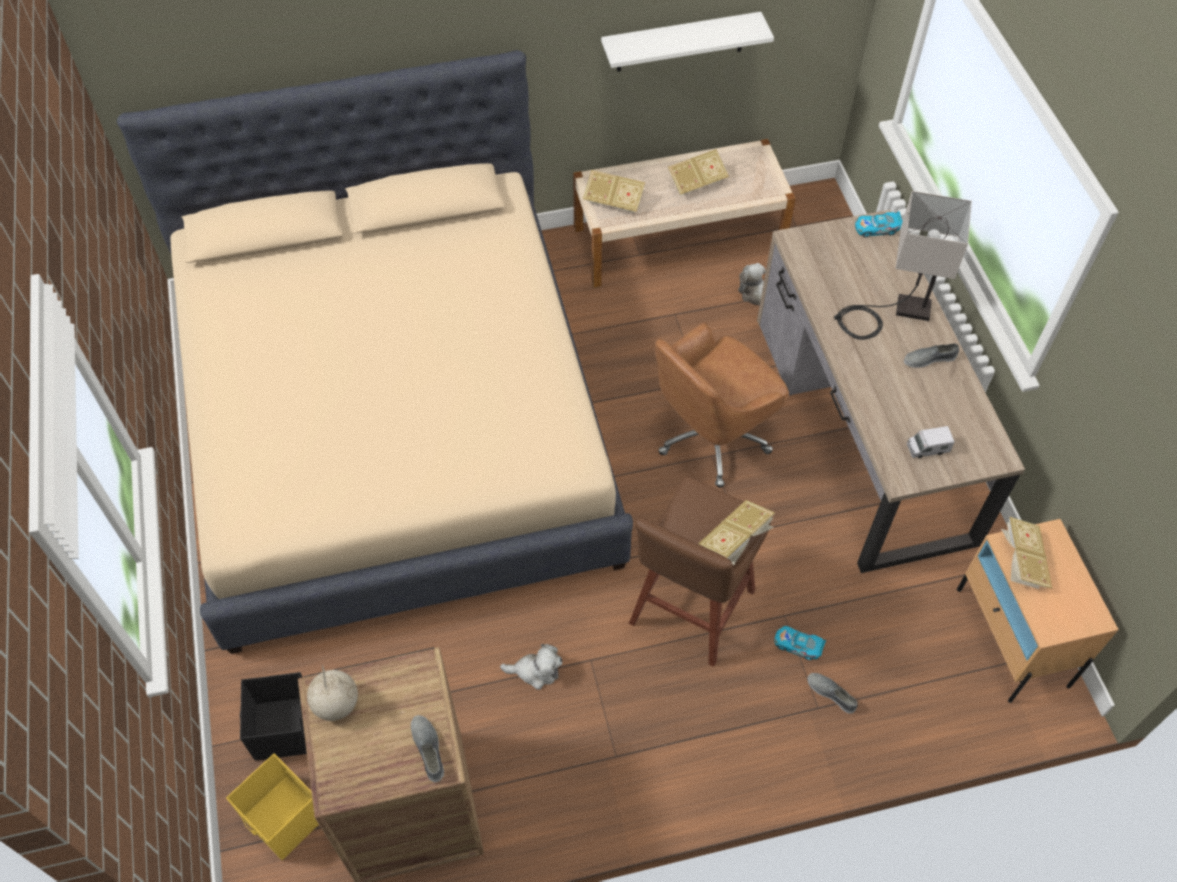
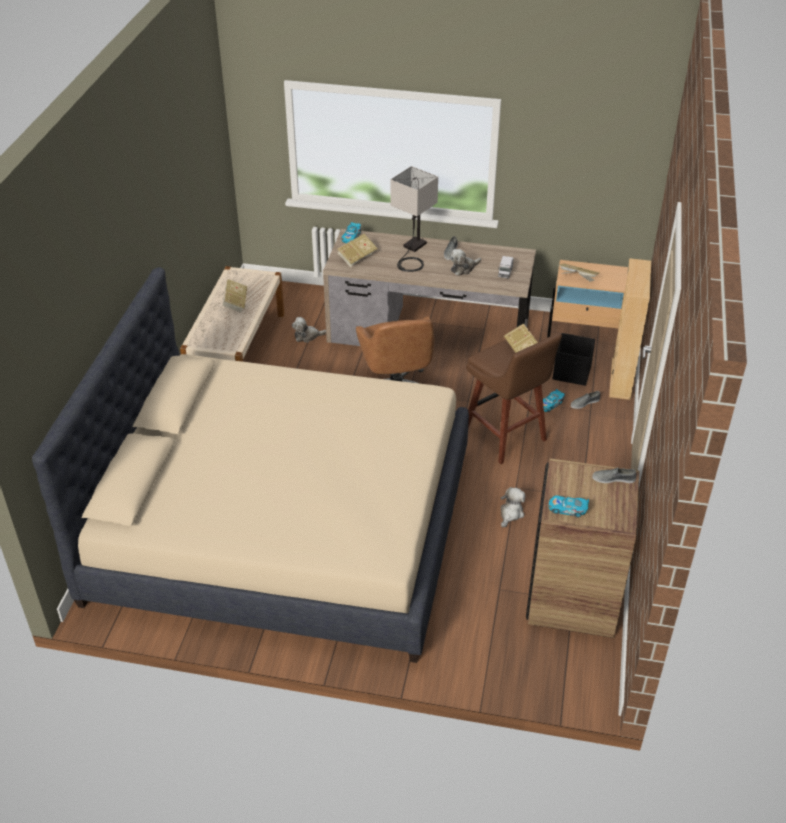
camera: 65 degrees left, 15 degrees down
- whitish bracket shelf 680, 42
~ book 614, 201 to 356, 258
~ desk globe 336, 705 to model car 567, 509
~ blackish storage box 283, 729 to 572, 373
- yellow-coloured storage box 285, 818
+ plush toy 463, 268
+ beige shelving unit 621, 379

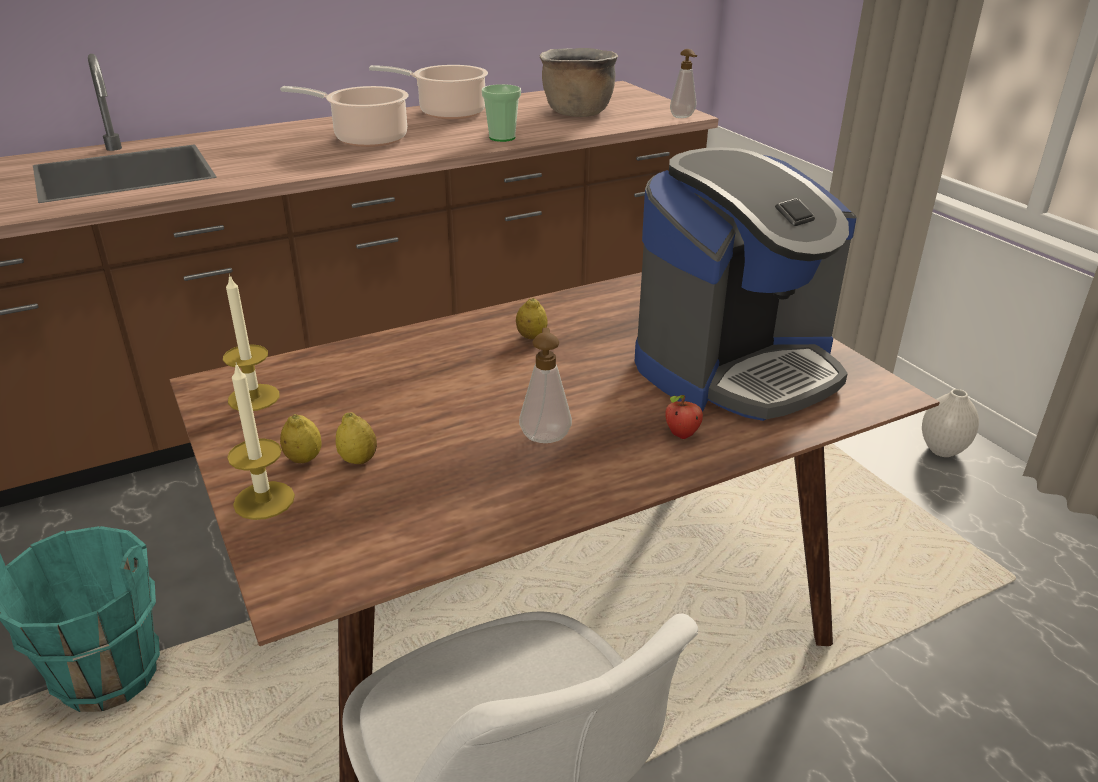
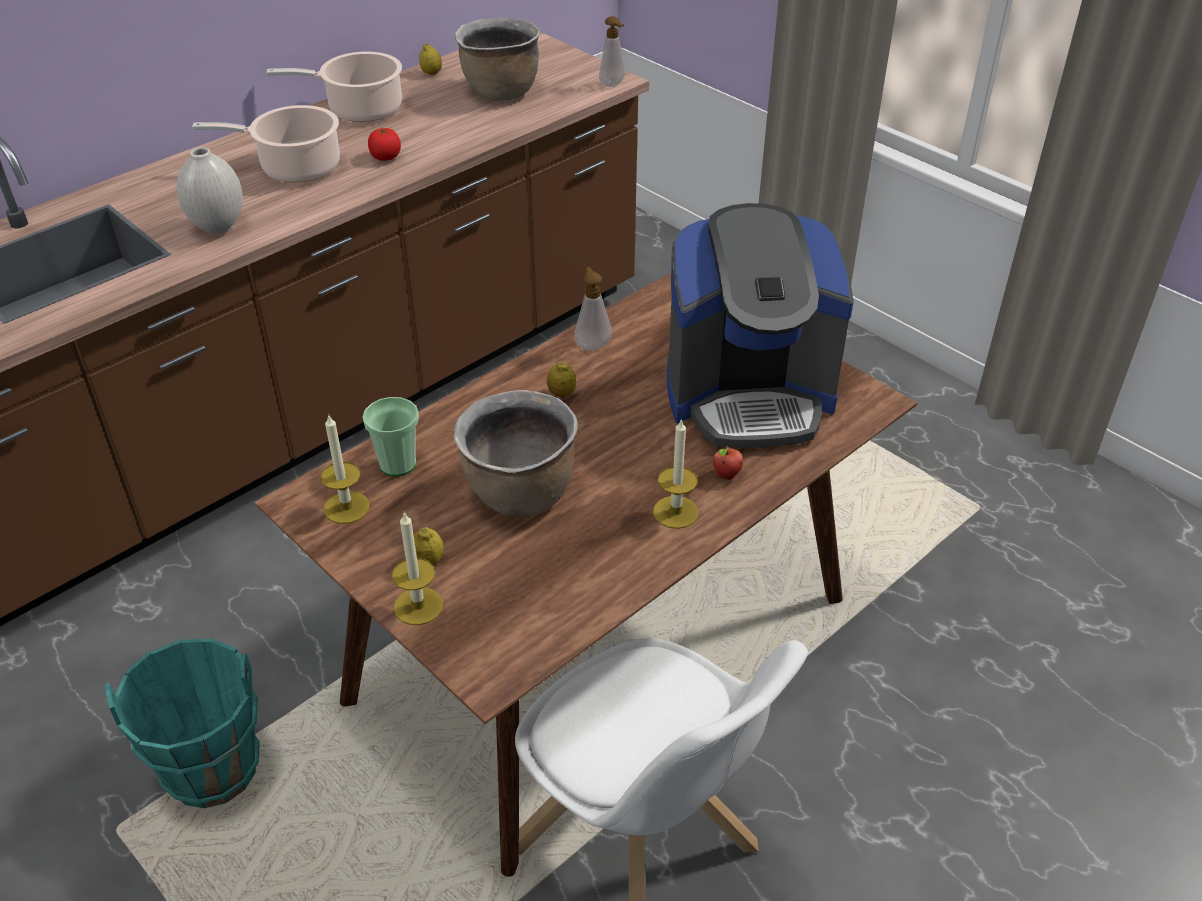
camera: 15 degrees left, 10 degrees up
~ drinking cup 502, 137 to 398, 464
~ coffee machine 736, 367 = 749, 395 45 degrees clockwise
~ soap dispenser 545, 436 to 592, 344
~ whitish decorative vase 941, 450 to 217, 226
~ whole lemon 358, 460 to 431, 73
+ fresh tomato 385, 157
+ brown saucepot 519, 493
+ wax candle 675, 512

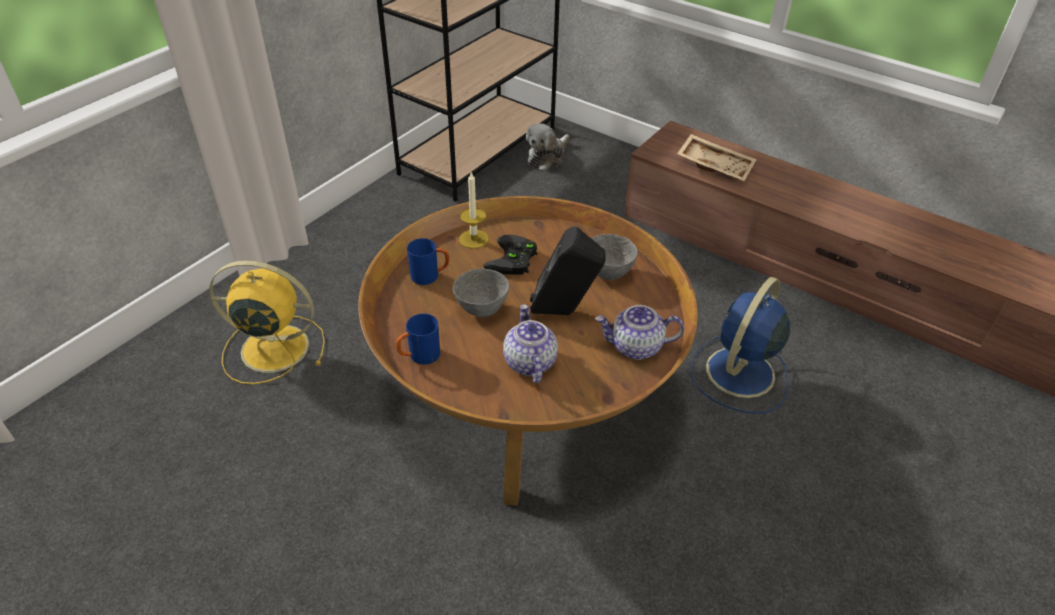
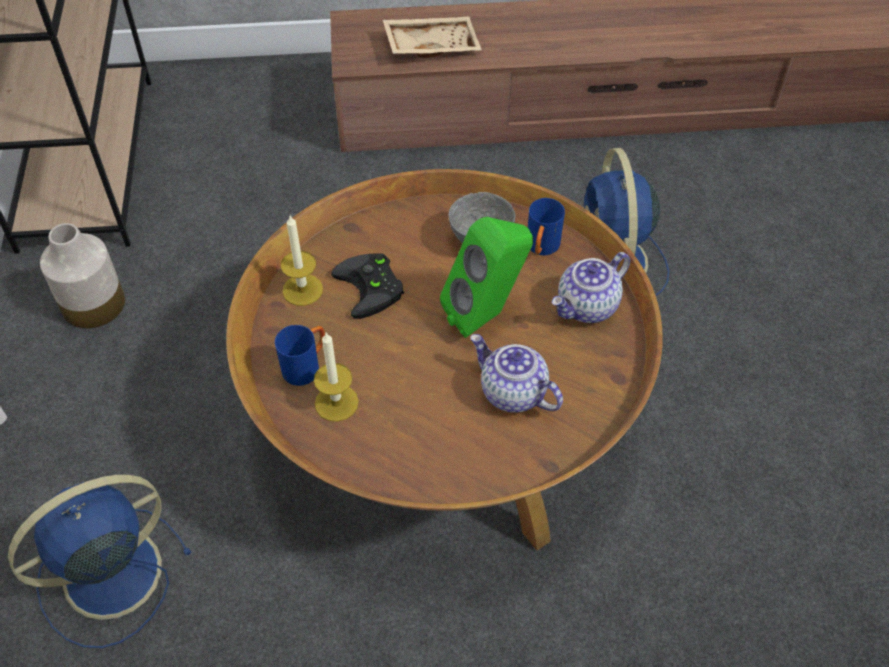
camera: 40 degrees left, 10 degrees up
- plush toy 547, 157
~ blackish speaker 564, 312 to green-coloured speaker 486, 314
~ yellow-coloured electric fan 272, 348 to blue electric fan 108, 575
- grey bowl 482, 310
~ blue mug 419, 357 to 541, 248
+ beige decorative vase 93, 302
+ wax candle 336, 403

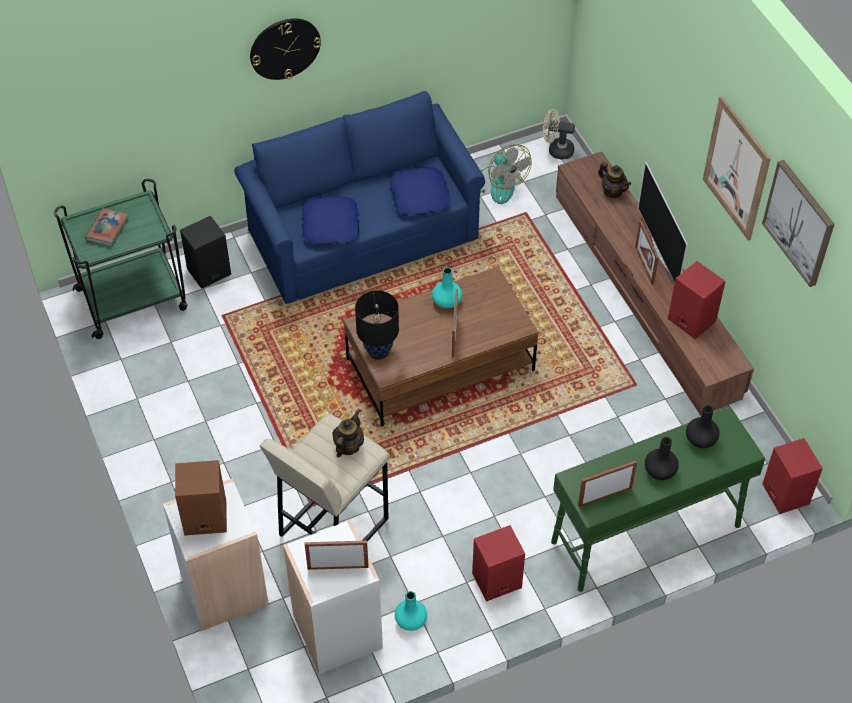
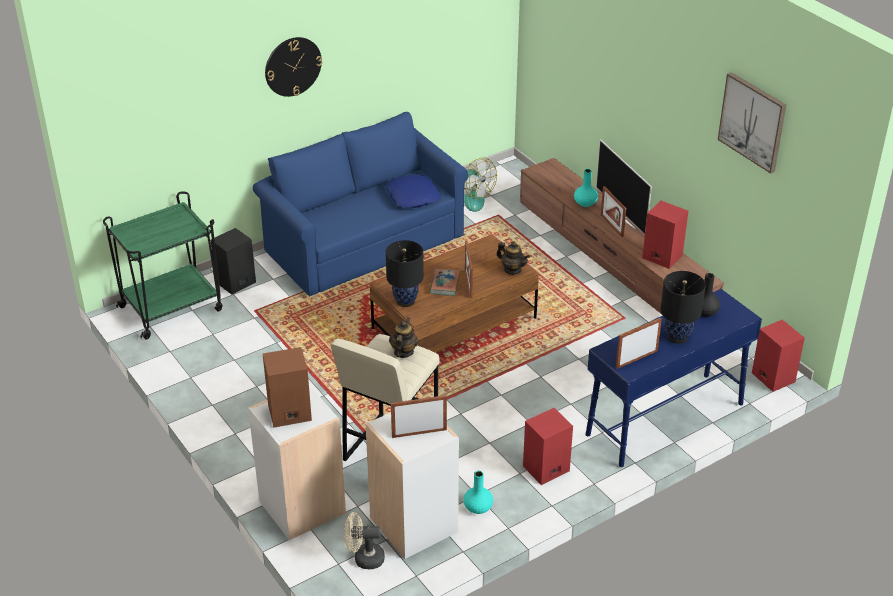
camera: 10 degrees left, 15 degrees down
- wall picture 736, 168
~ beige electric fan 556, 150 to 364, 558
~ pot for tea 613, 191 to 512, 270
- blue cushion 331, 225
~ book 107, 229 to 445, 284
~ turquoise-coloured decorative vase 447, 301 to 585, 203
~ green-coloured console table 645, 533 to blue console table 664, 419
~ blackish decorative vase 659, 471 to blackish table lamp 677, 337

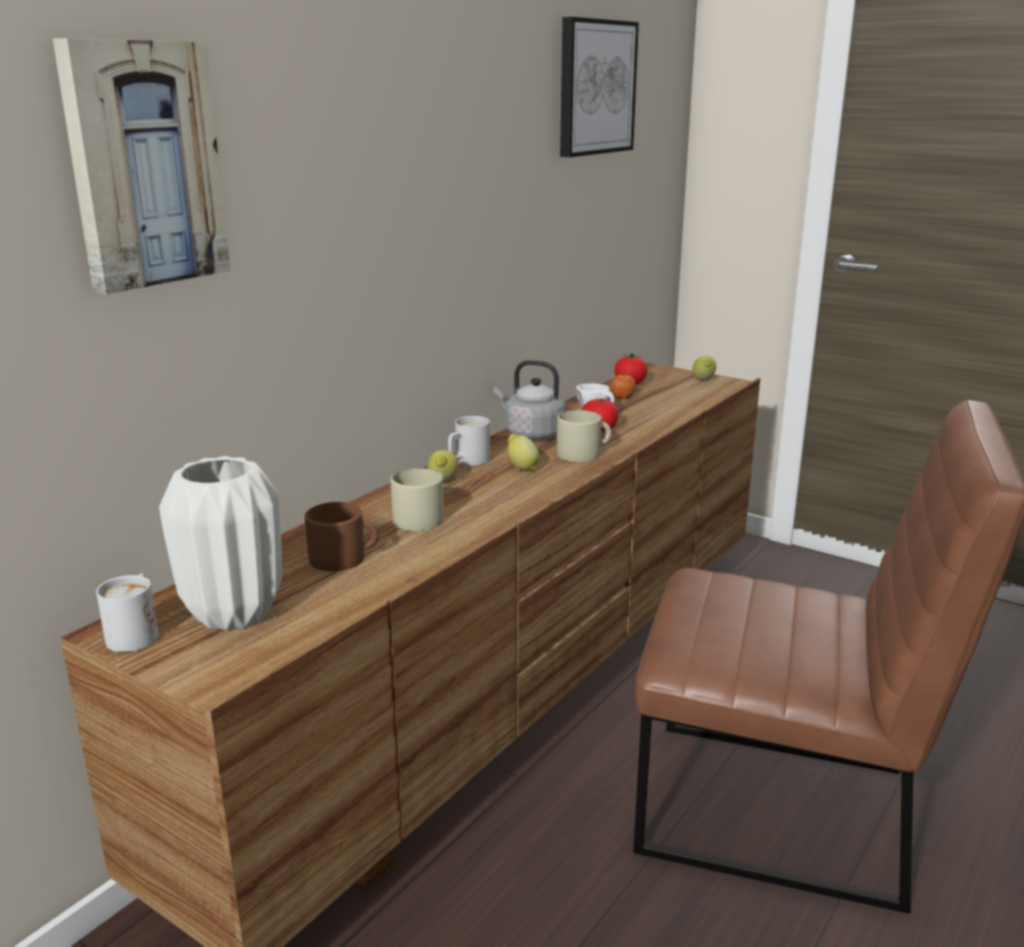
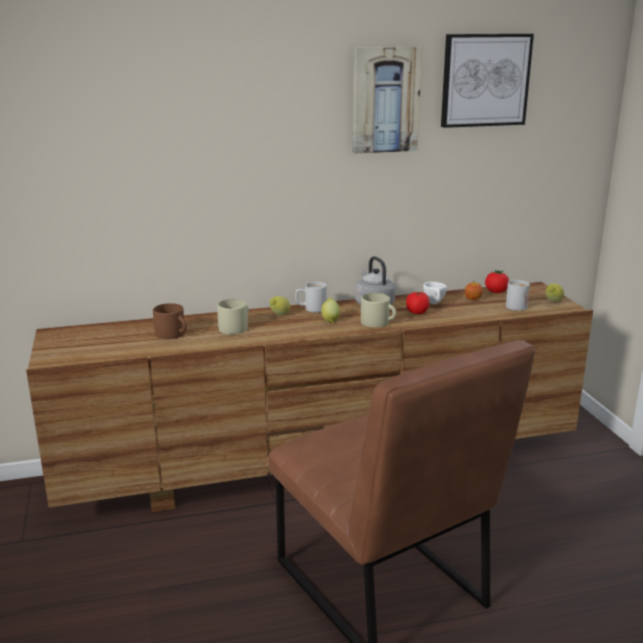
camera: 40 degrees right, 0 degrees up
~ wall picture 143, 165 to 384, 100
- whitish decorative vase 233, 613
~ whitish mug 137, 632 to 518, 305

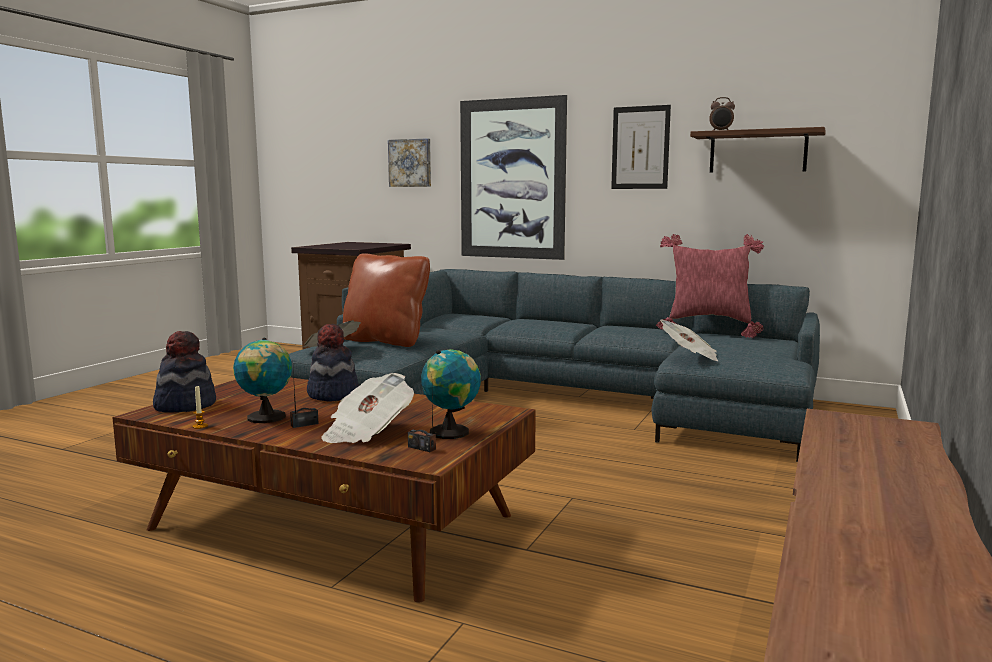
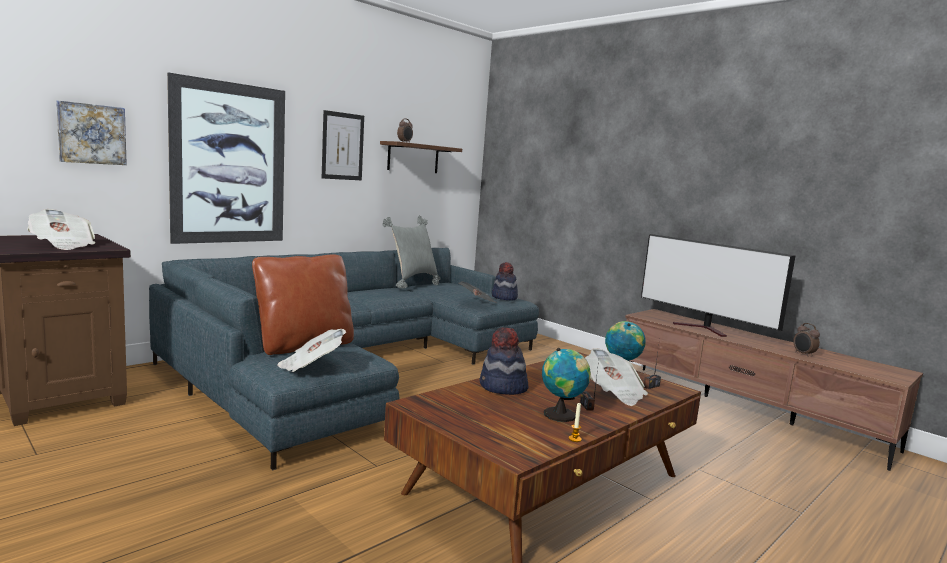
camera: 70 degrees left, 0 degrees up
~ reddish cushion 707, 333 to grey cushion 410, 286
~ clothing hat 185, 405 to 504, 297
+ printed paper 63, 245
+ TV 704, 329
+ bedside clock 803, 354

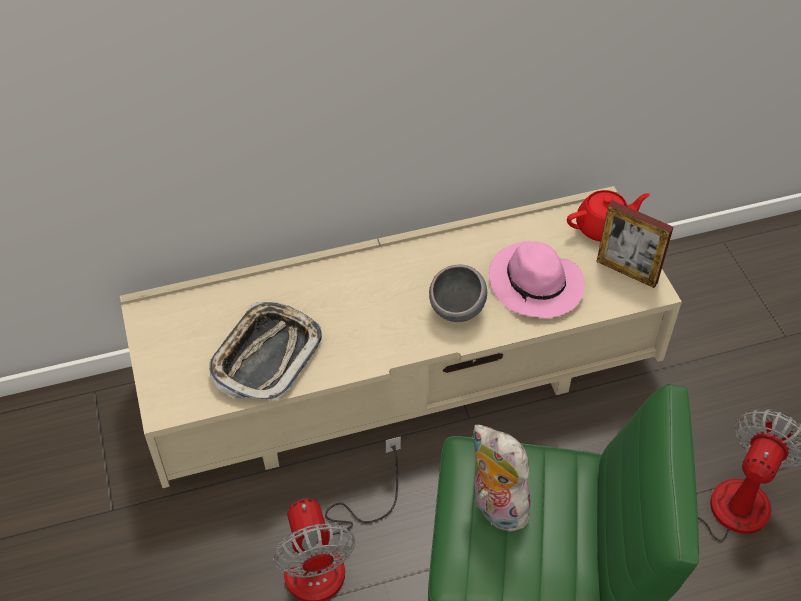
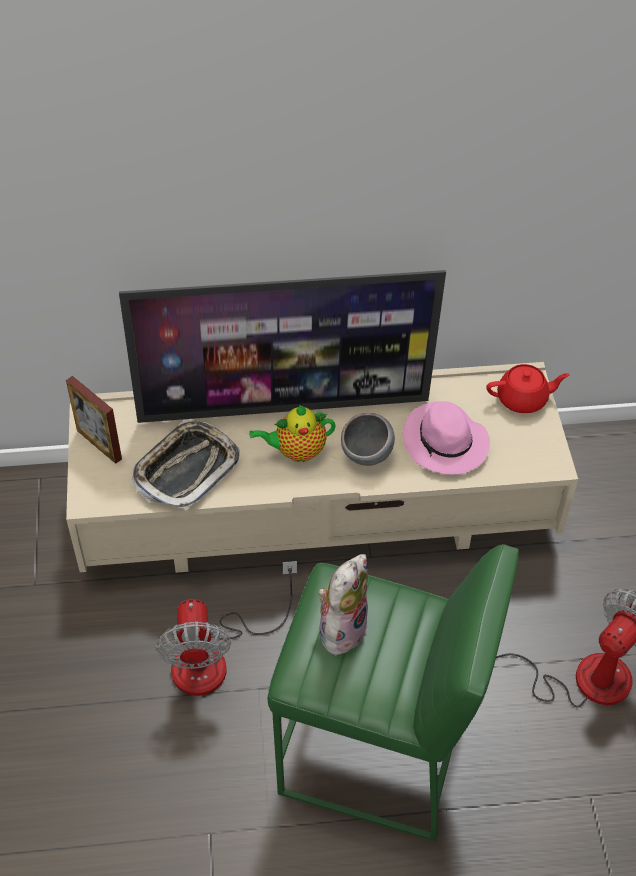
camera: 10 degrees right, 0 degrees up
~ standing frame 626, 272 to 99, 444
~ plush toy 495, 507 = 341, 628 60 degrees clockwise
+ TV 284, 407
+ pot for tea 296, 451

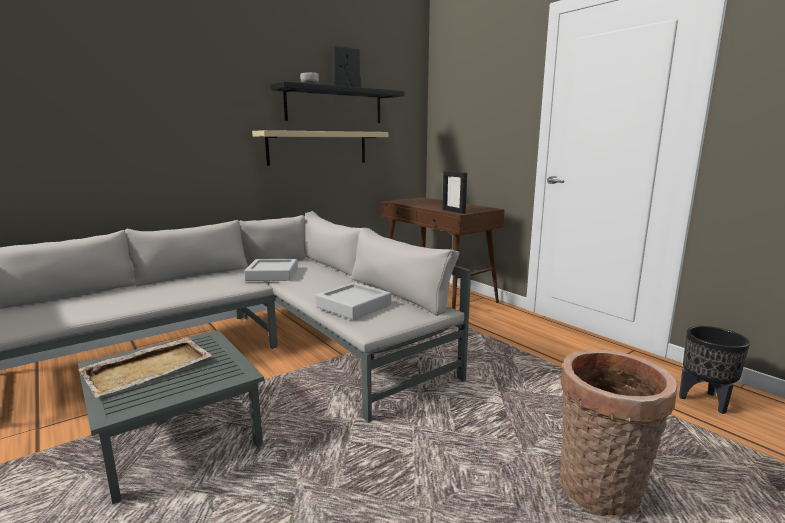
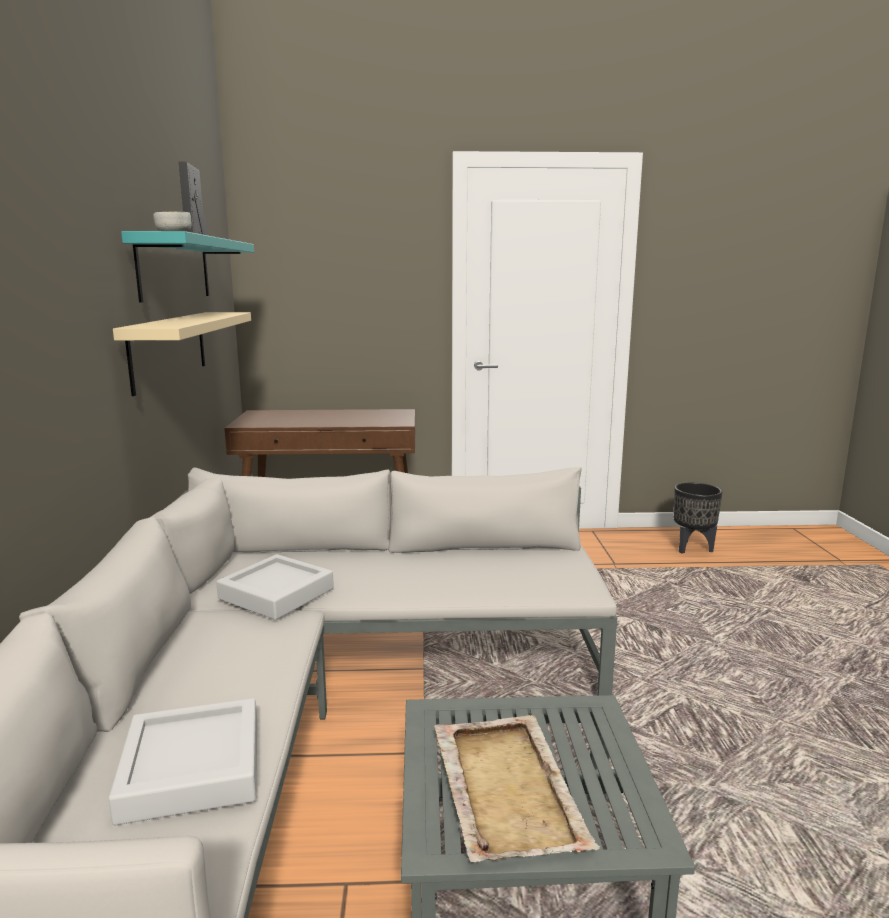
camera: 55 degrees left, 0 degrees up
~ blackish bracket shelf 335, 105 to turquoise-coloured bracket shelf 175, 268
- standing frame 454, 211
~ grey serving tray 353, 306 to 192, 769
- household basket 600, 494

